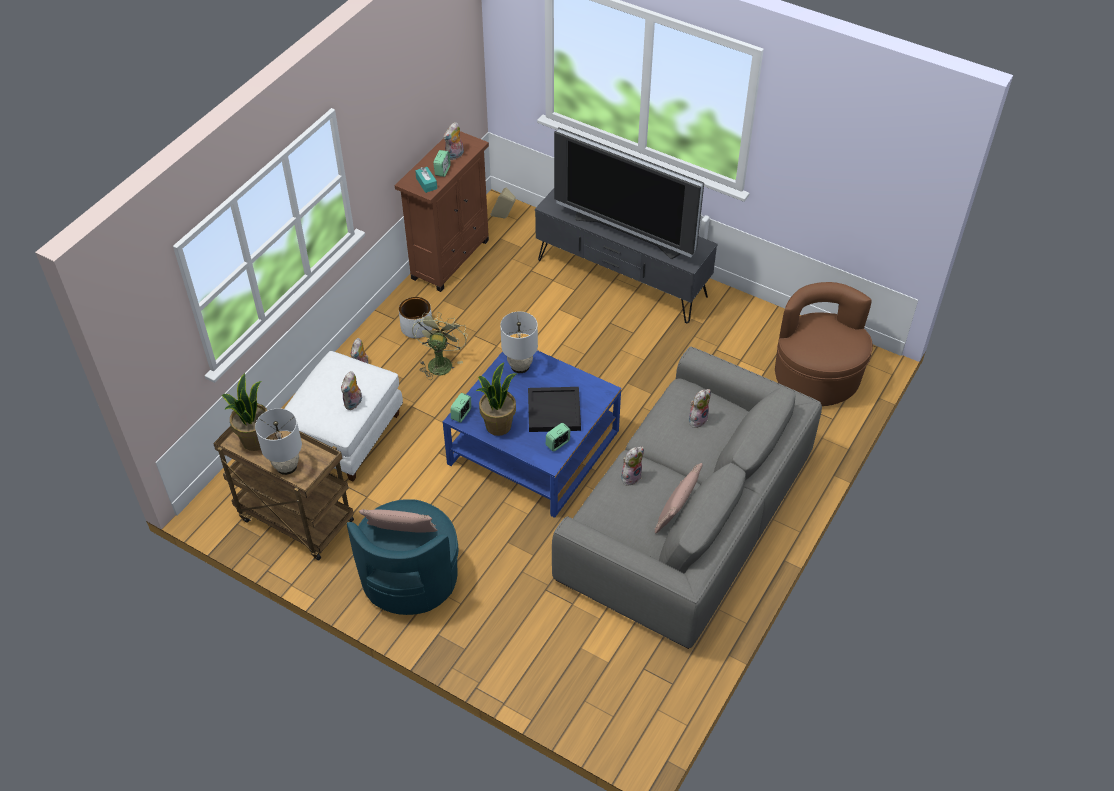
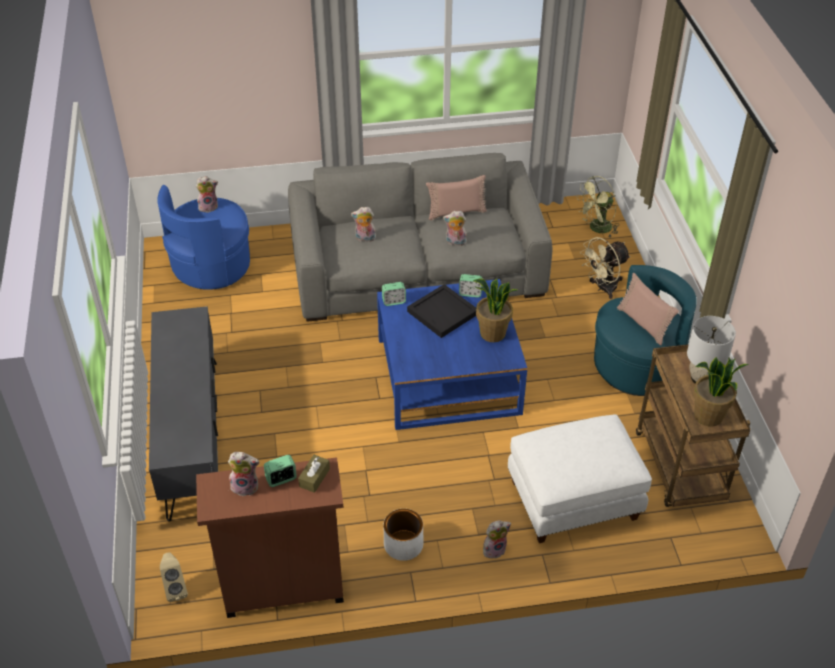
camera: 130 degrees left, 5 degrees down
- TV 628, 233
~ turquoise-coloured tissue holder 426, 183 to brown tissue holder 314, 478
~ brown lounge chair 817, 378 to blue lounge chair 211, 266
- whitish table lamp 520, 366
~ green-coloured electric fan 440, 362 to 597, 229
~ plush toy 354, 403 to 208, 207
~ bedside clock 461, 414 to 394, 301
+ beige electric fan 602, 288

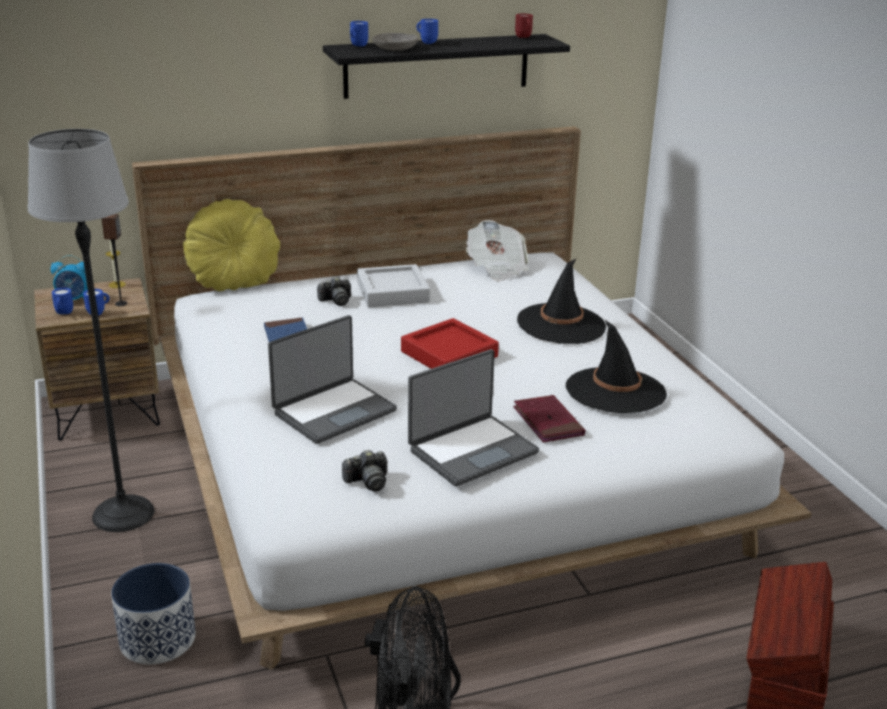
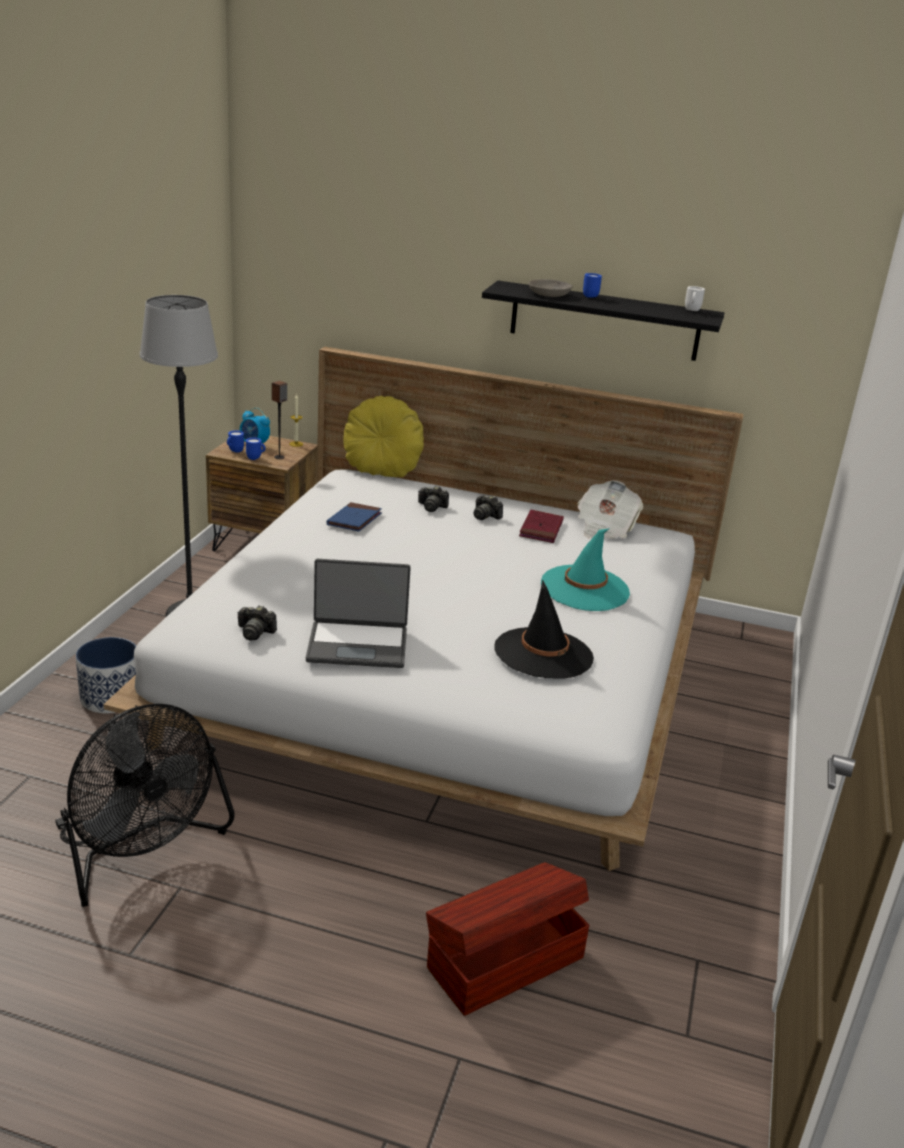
camera: 35 degrees right, 0 degrees up
~ reddish mug 524, 37 to whitish mug 692, 310
- blue mug 357, 46
~ blackish clothing hat 561, 324 to turquoise-coloured clothing hat 585, 589
~ grey serving tray 392, 292 to photo camera 485, 516
- notebook computer 333, 411
- reddish serving tray 449, 354
~ reddish book 548, 422 to 541, 529

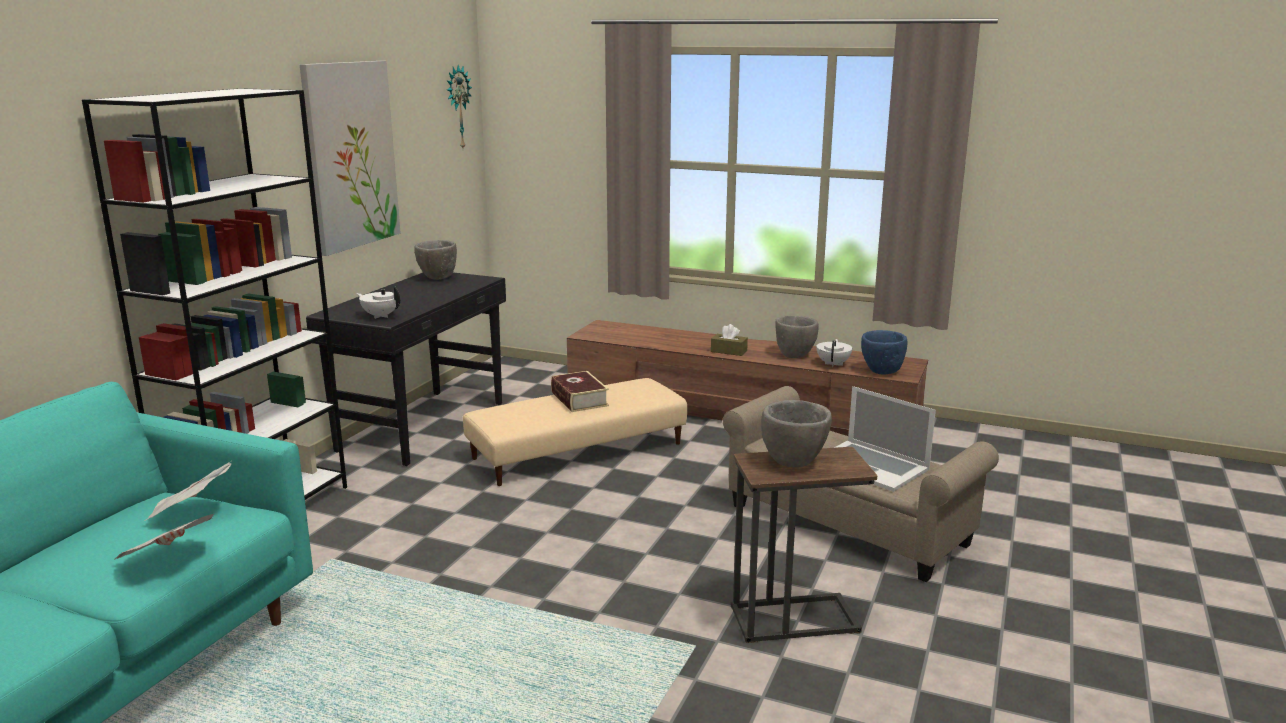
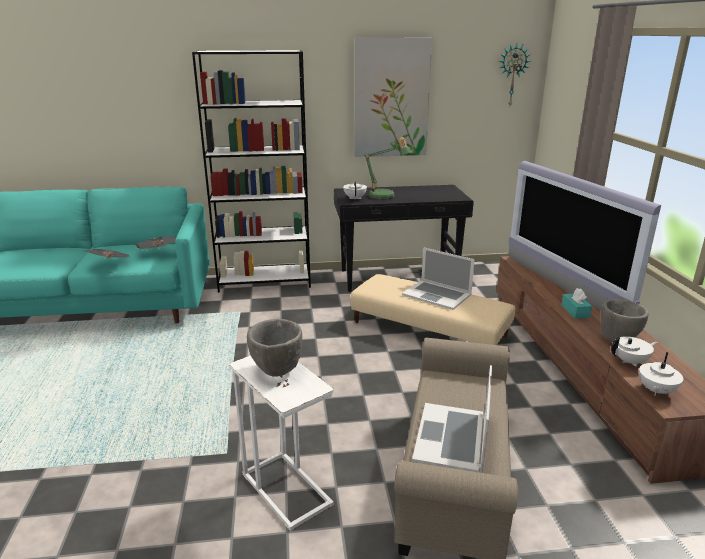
camera: 60 degrees right, 5 degrees up
- grey bowl 438, 278
~ brown tissue holder 729, 351 to turquoise-coloured tissue holder 575, 311
~ blue bowl 881, 372 to whitish pot for tea 655, 391
~ book 579, 399 to notebook computer 437, 294
~ brown end table 793, 620 to whitish end table 285, 489
+ table lamp 385, 197
+ TV 561, 288

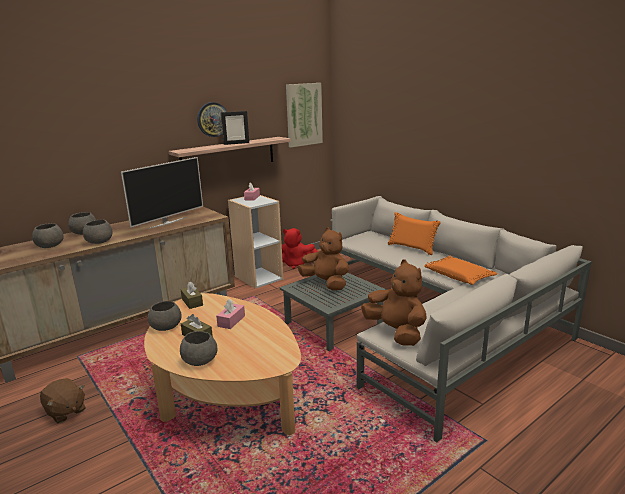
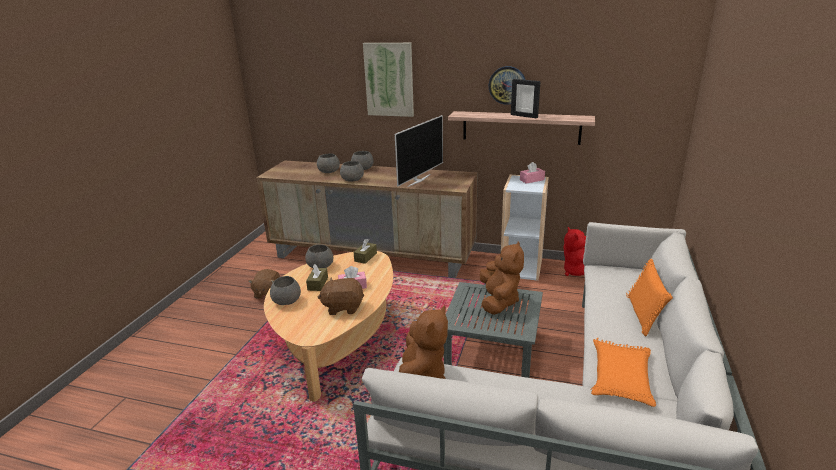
camera: 55 degrees right, 5 degrees up
~ wall picture 303, 114 to 389, 79
~ TV 167, 222 = 418, 180 60 degrees counterclockwise
+ brown plush toy 343, 307

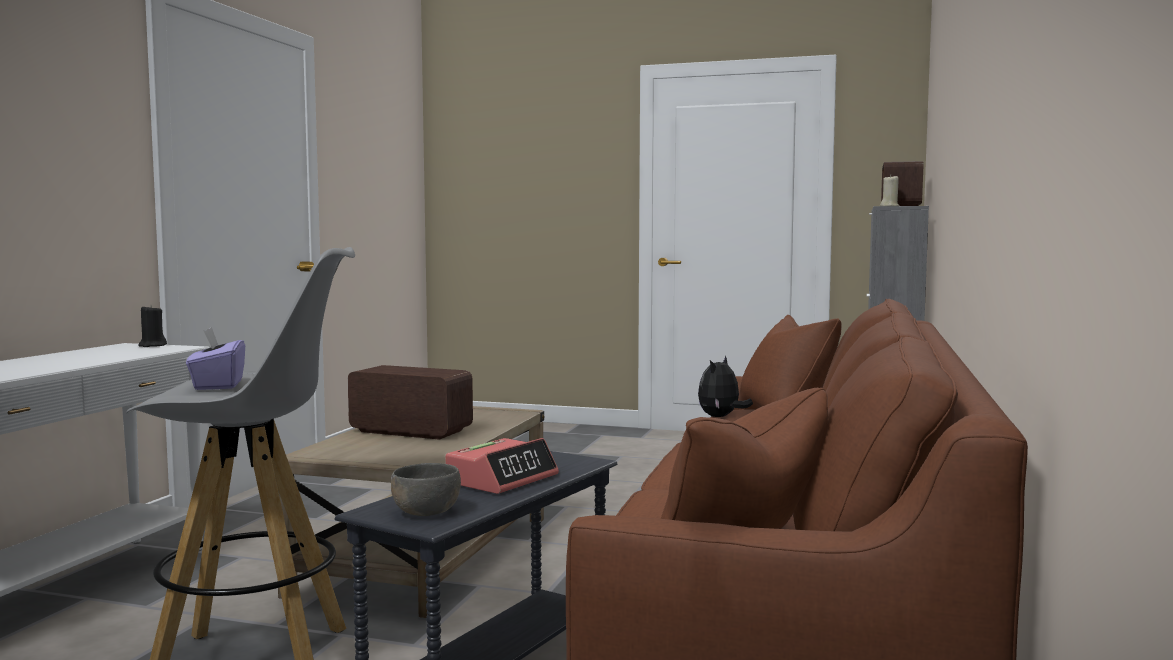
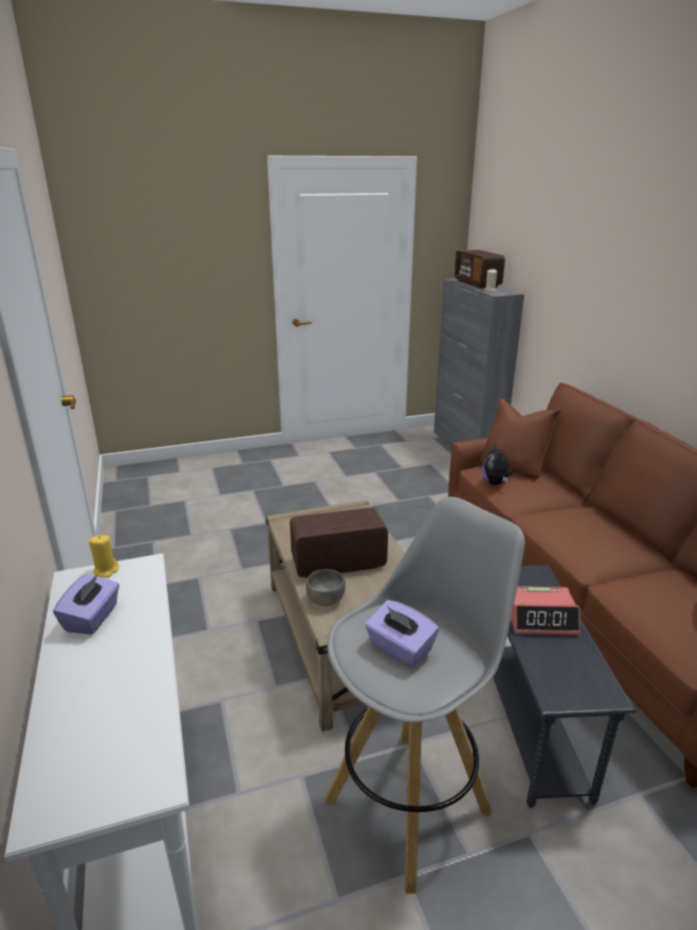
camera: 35 degrees left, 20 degrees up
~ blackish wax candle 152, 345 to yellow-coloured wax candle 106, 570
~ bedside clock 502, 479 = 541, 618 90 degrees clockwise
~ grey bowl 425, 511 to 325, 599
+ purple tissue holder 92, 618

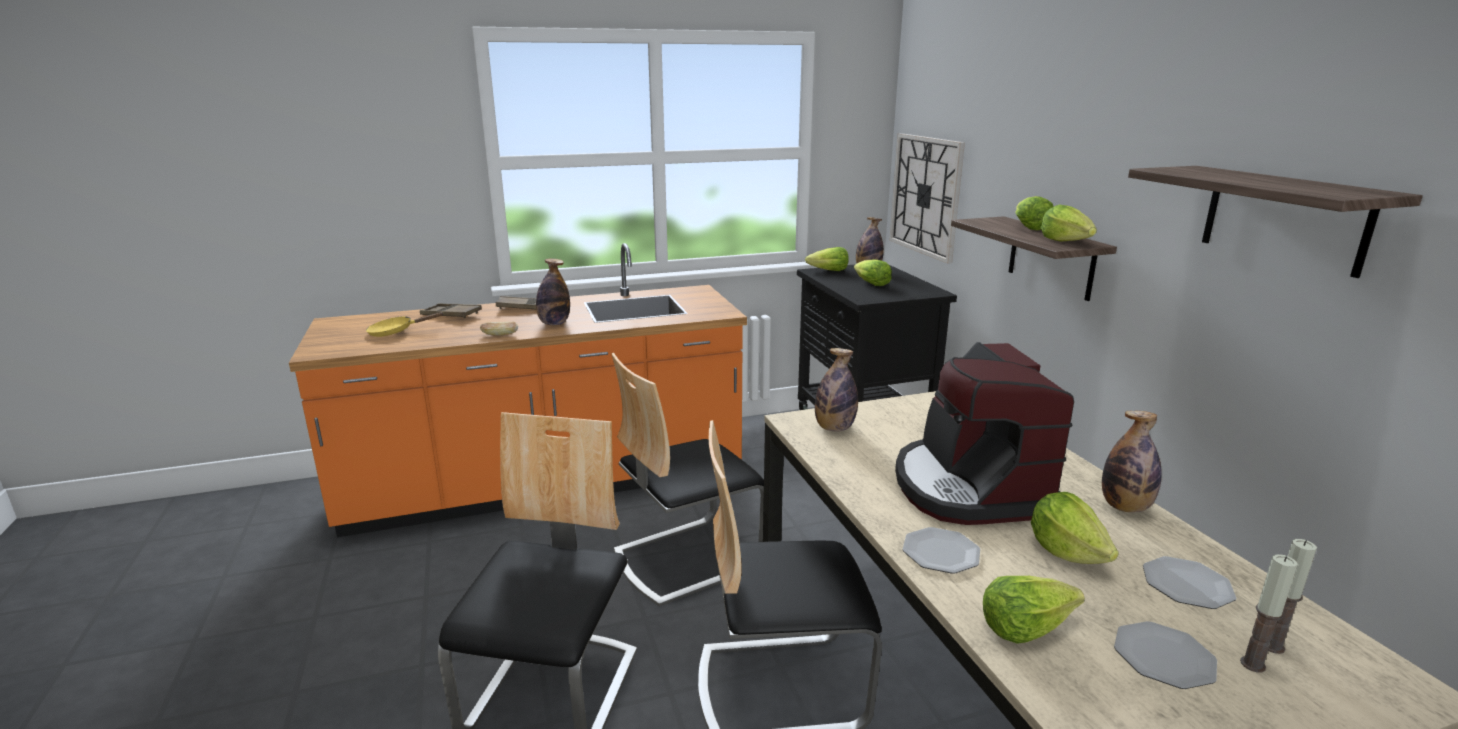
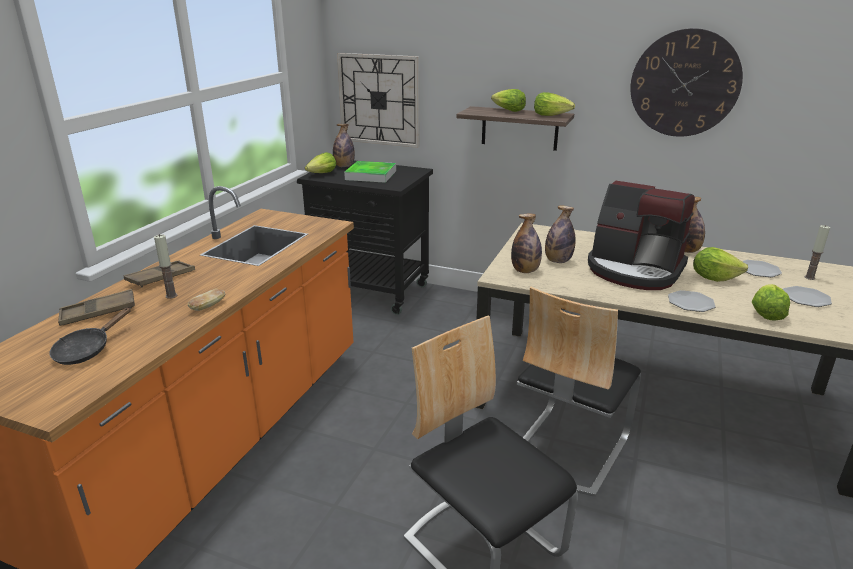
camera: 50 degrees left, 5 degrees up
~ bracket shelf 1284, 219 to hanging clock 684, 83
~ bottle 554, 323 to 558, 261
~ lettuce head 870, 284 to serving tray 371, 175
~ yellow-coloured frying pan 396, 332 to blackish frying pan 87, 350
- plain chair 686, 558
~ wax candle 1252, 664 to 171, 296

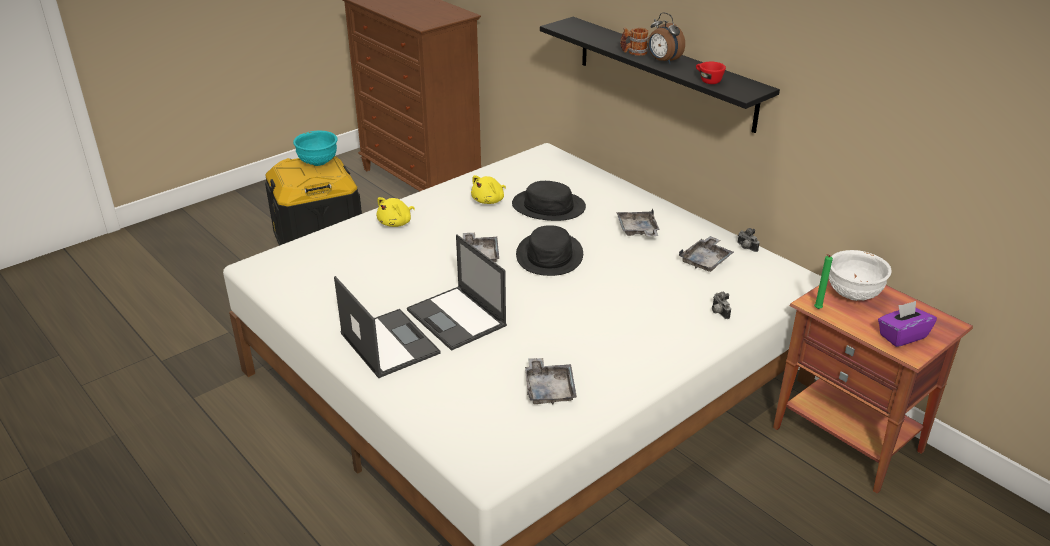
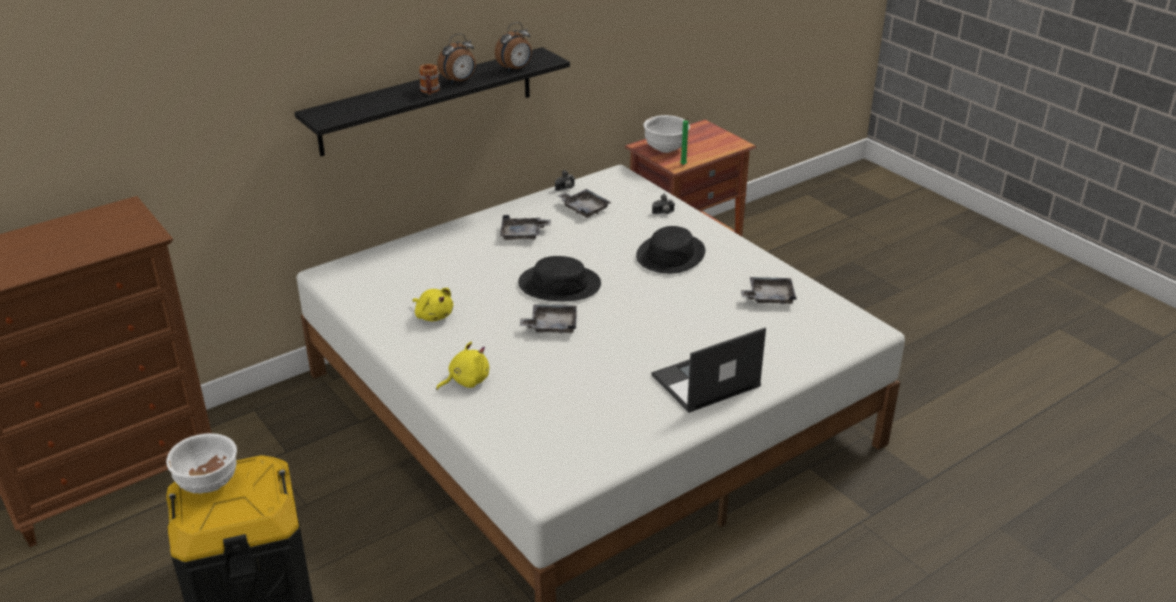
camera: 85 degrees left, 0 degrees up
~ reddish drinking cup 707, 80 to bedside clock 515, 69
~ turquoise-coloured bowl 318, 163 to whitish bowl 209, 484
~ blackish clothing hat 548, 206 to 670, 255
~ yellow-coloured plush toy 396, 223 = 466, 381 75 degrees counterclockwise
- notebook computer 457, 318
- purple tissue holder 902, 336

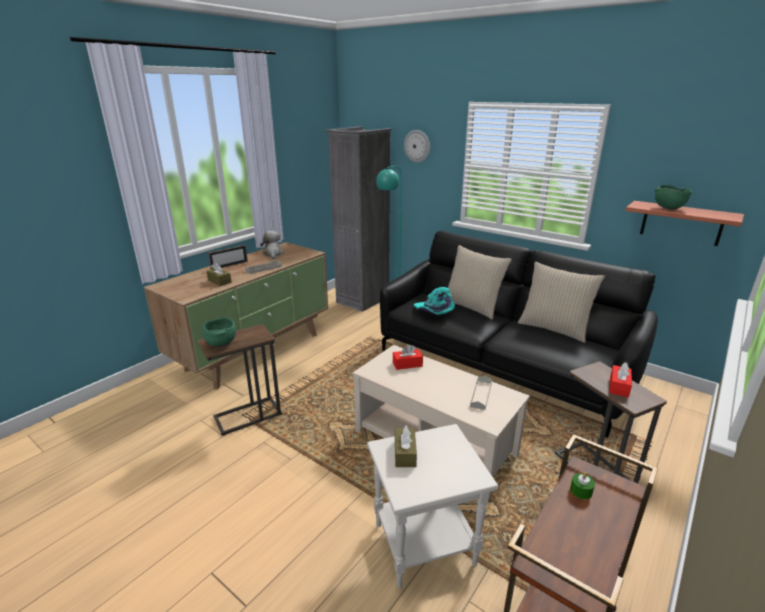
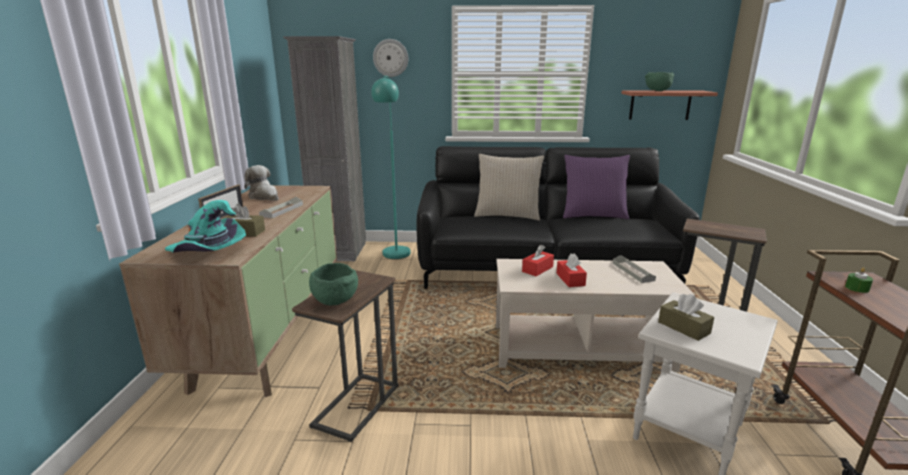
camera: 35 degrees left, 5 degrees down
~ beige cushion 554, 328 to purple cushion 593, 215
~ turquoise-coloured clothing hat 434, 312 to 208, 251
~ reddish tissue holder 619, 386 to 570, 279

